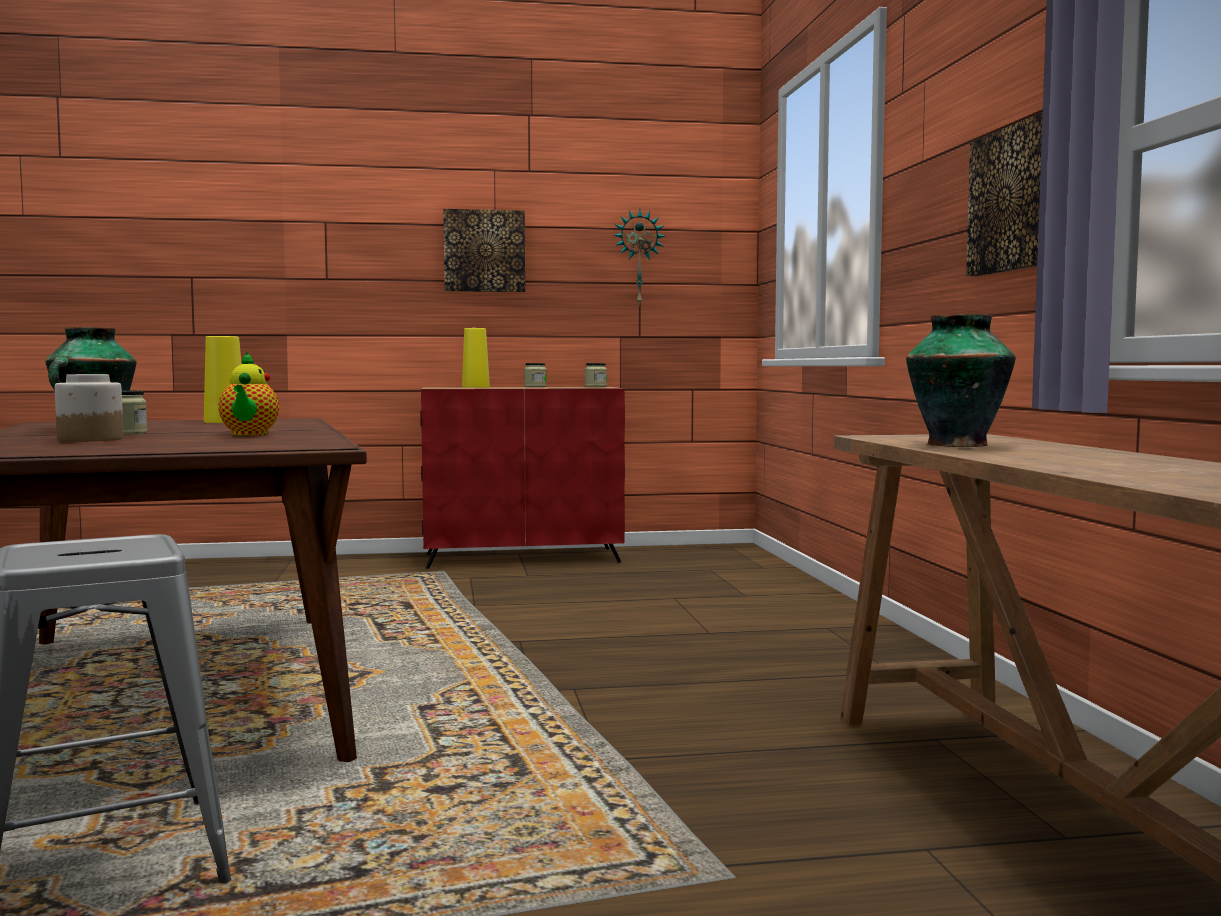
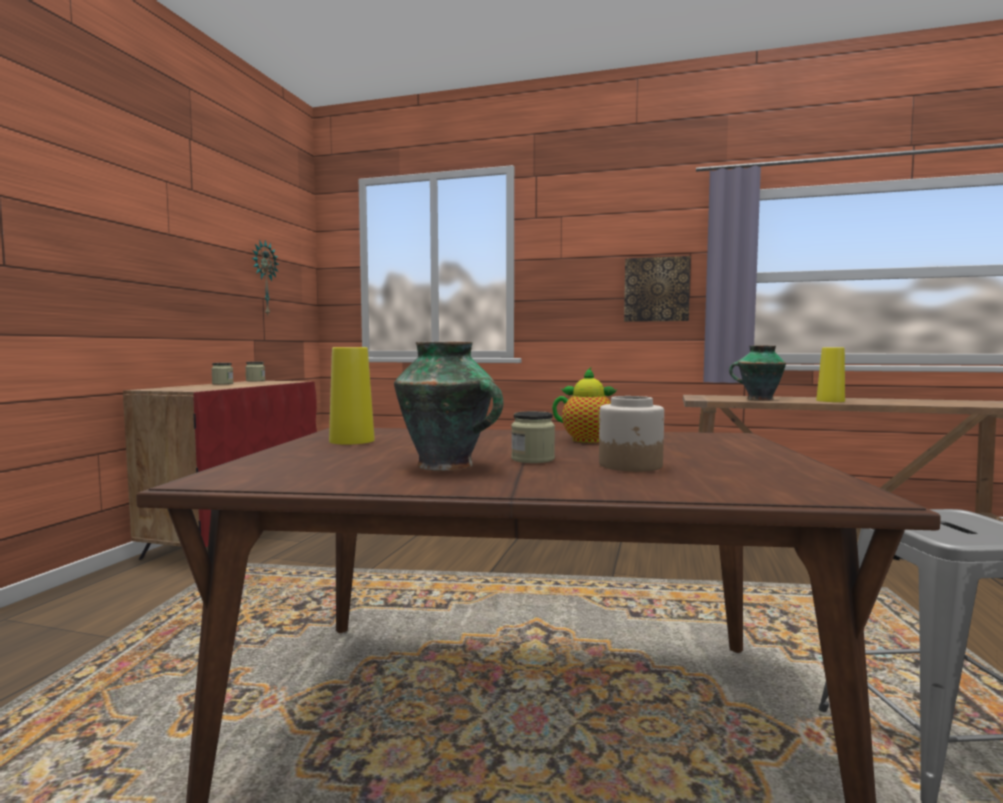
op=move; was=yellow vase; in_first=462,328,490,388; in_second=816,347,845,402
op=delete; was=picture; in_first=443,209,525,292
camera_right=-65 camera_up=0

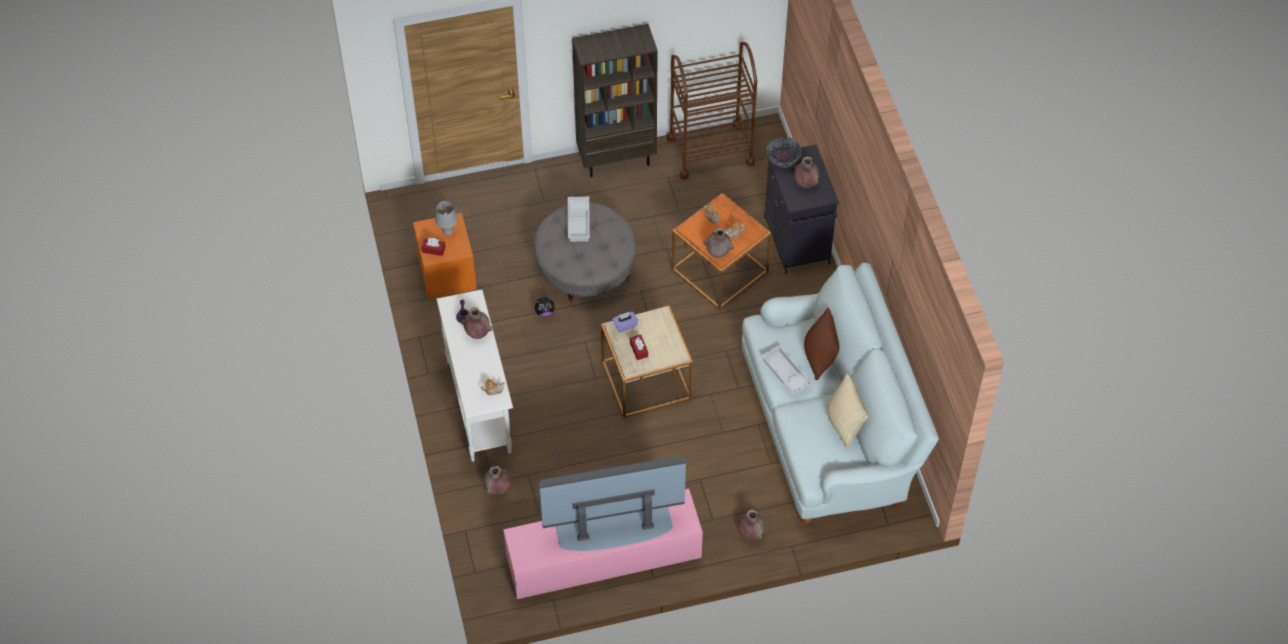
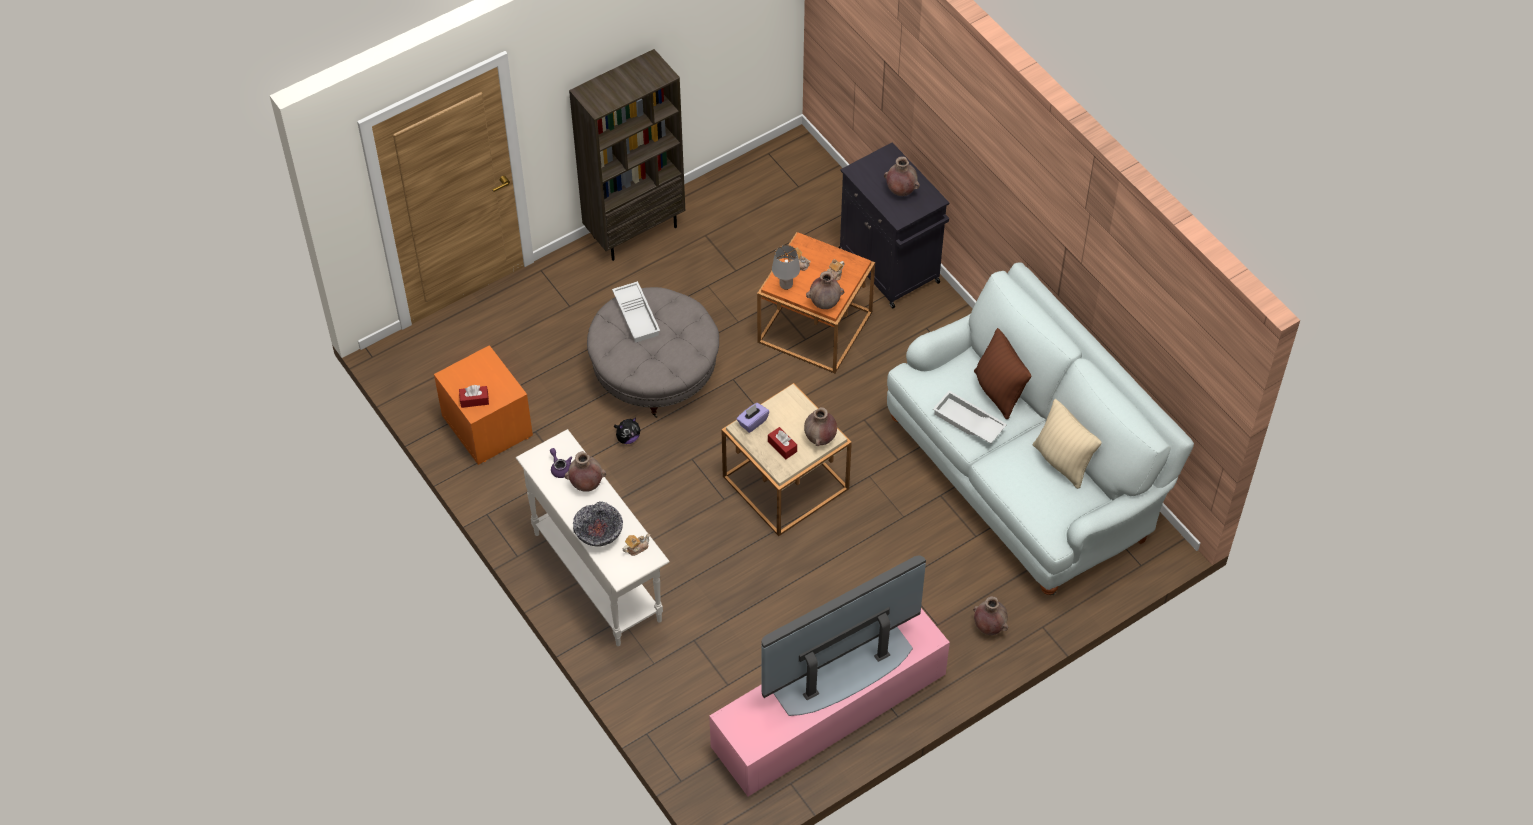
op=move; was=bowl; in_first=766,138,802,168; in_second=573,501,623,546
op=move; was=grey table lamp; in_first=435,201,457,236; in_second=772,245,800,290
op=move; was=brown vase; in_first=484,466,510,495; in_second=804,407,837,446
op=delete; was=brown cart; in_first=667,42,757,180
camera_right=-20 camera_up=0

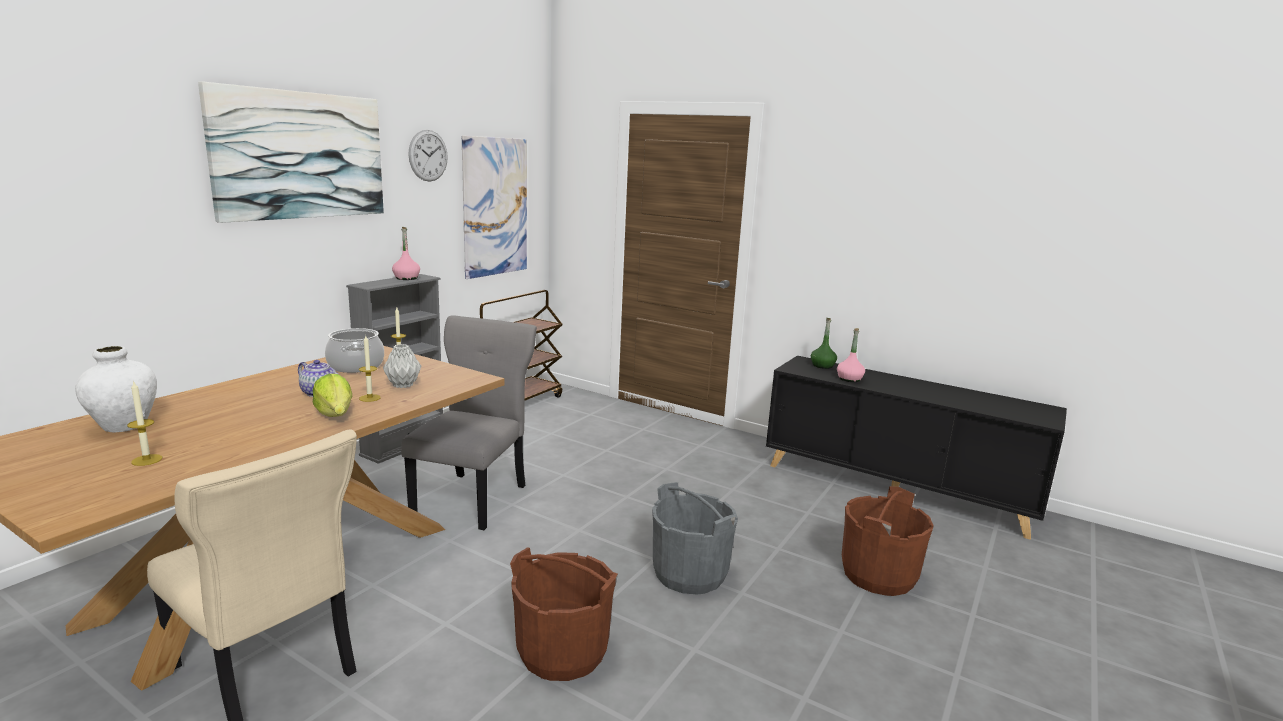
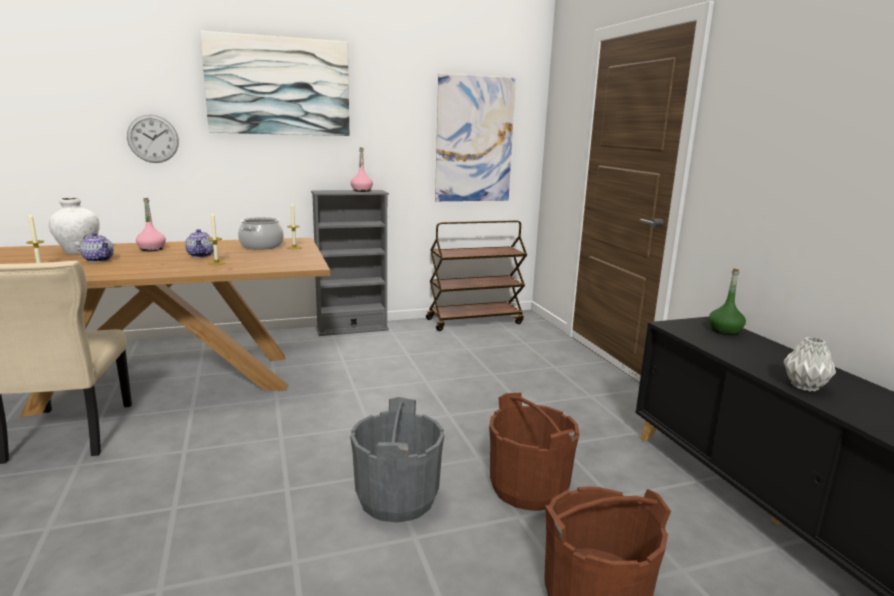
op=insert; now=teapot; in_second=80,232,114,262
op=move; was=wall clock; in_first=408,130,448,182; in_second=127,114,179,163
op=move; was=pink bottle; in_first=837,328,865,382; in_second=136,198,166,251
op=move; was=brown bucket; in_first=510,548,618,681; in_second=489,393,579,511
op=move; was=grey vase; in_first=383,344,421,388; in_second=783,337,836,391
op=delete; was=lettuce; in_first=313,374,352,417
op=delete; was=grey chair; in_first=401,315,537,530
camera_right=40 camera_up=0

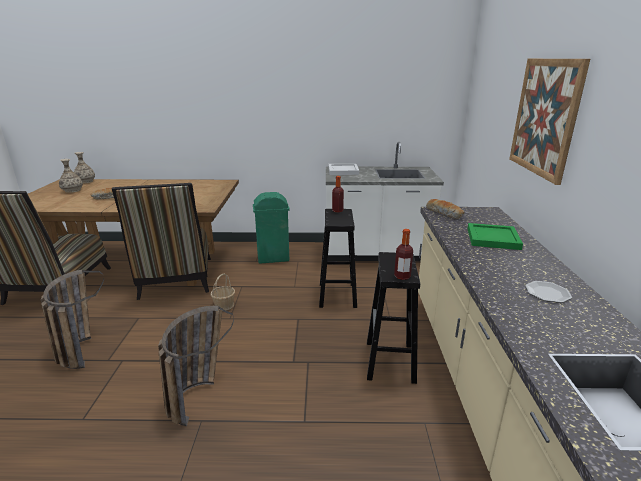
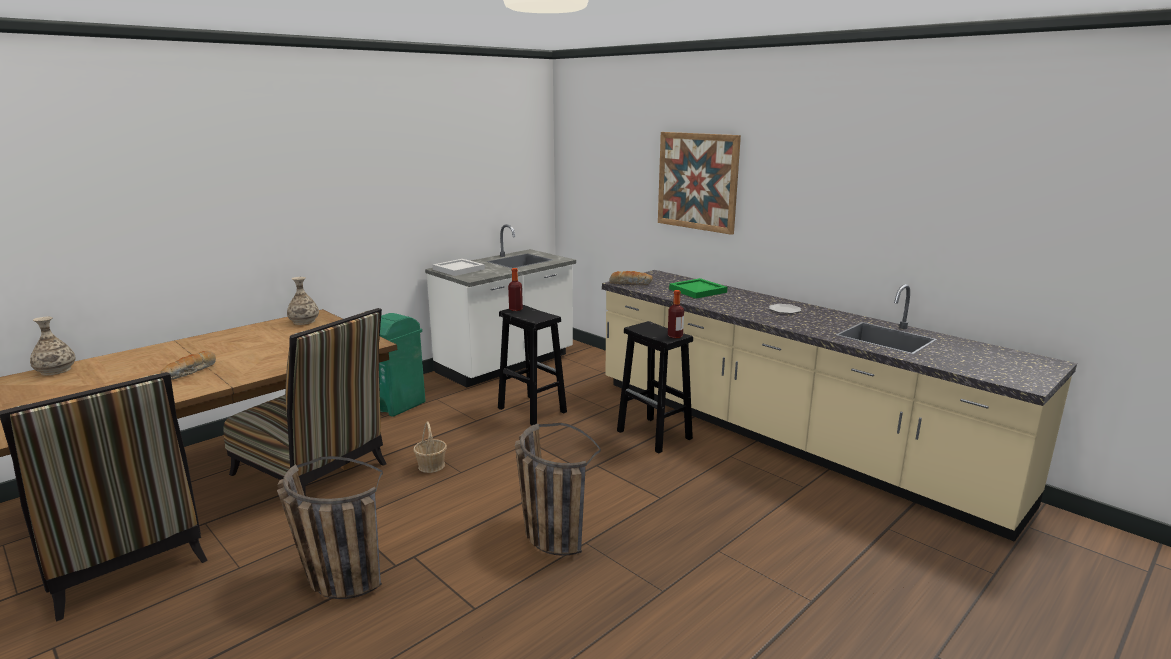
op=move; was=vase; in_first=59,159,83,193; in_second=287,277,319,325
camera_right=-45 camera_up=-5

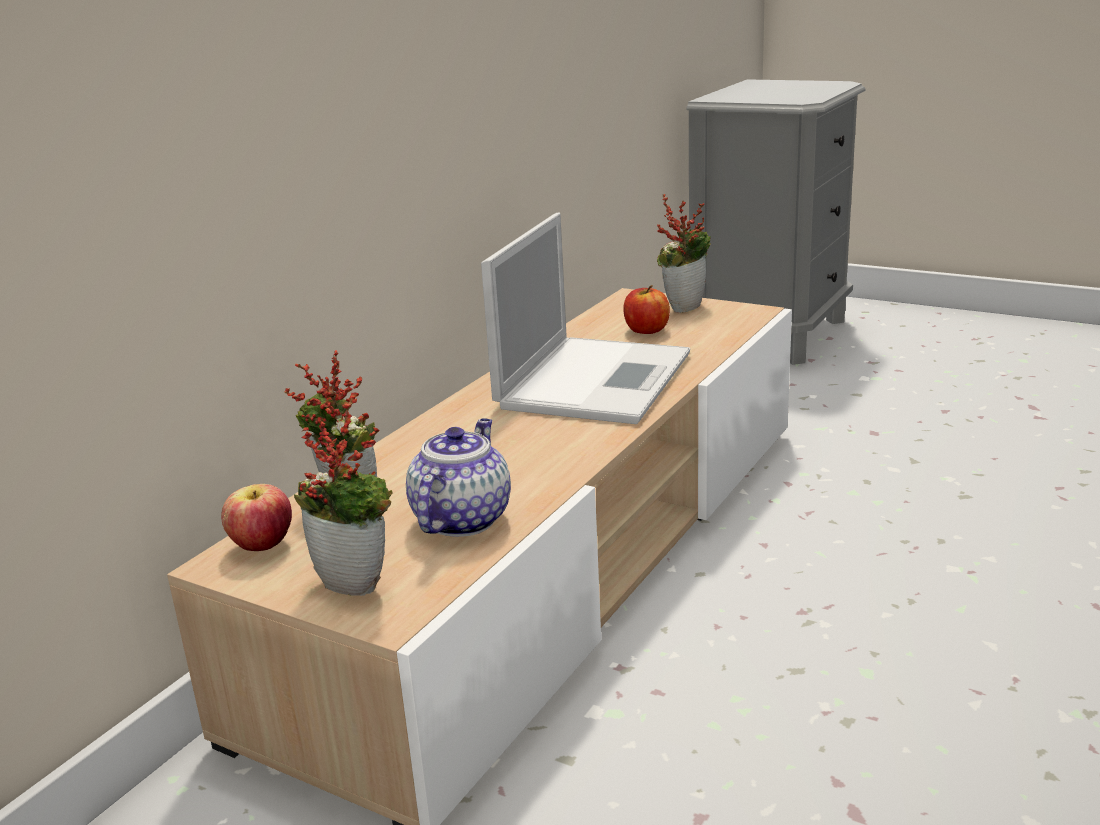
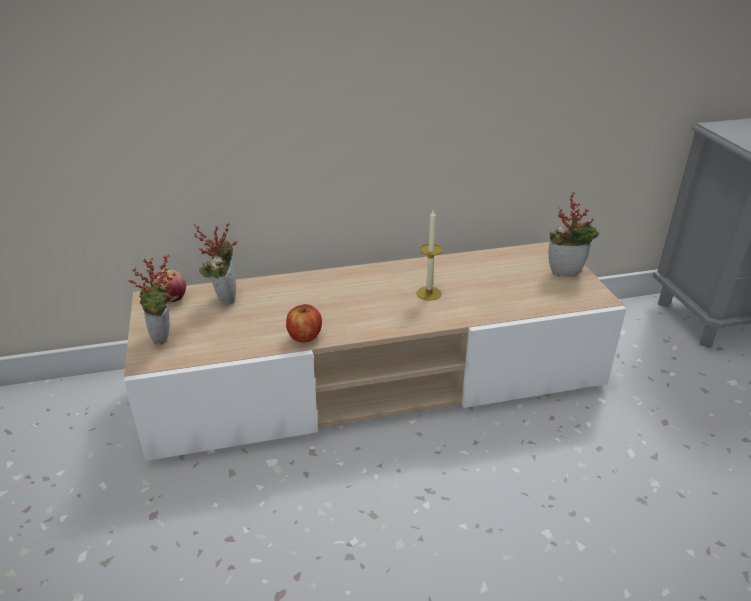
op=move; was=apple; in_first=623,285,670,334; in_second=286,304,322,343
op=replace; was=laptop; now=candle; in_first=481,213,690,424; in_second=416,209,442,301
op=delete; was=teapot; in_first=406,418,511,537
camera_right=45 camera_up=10

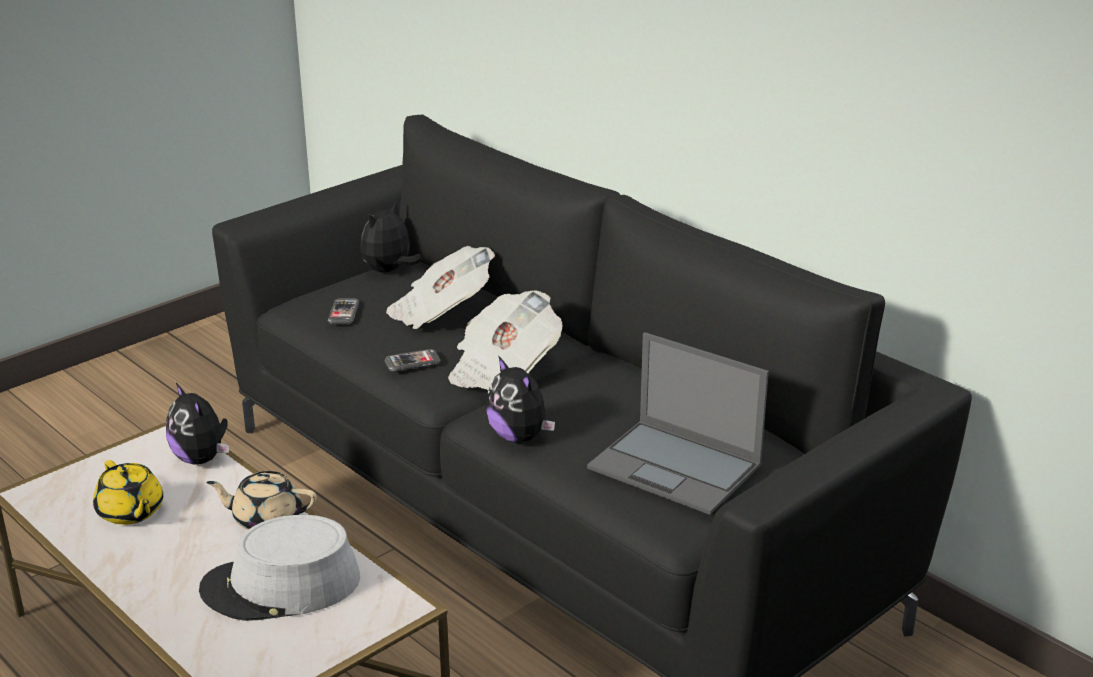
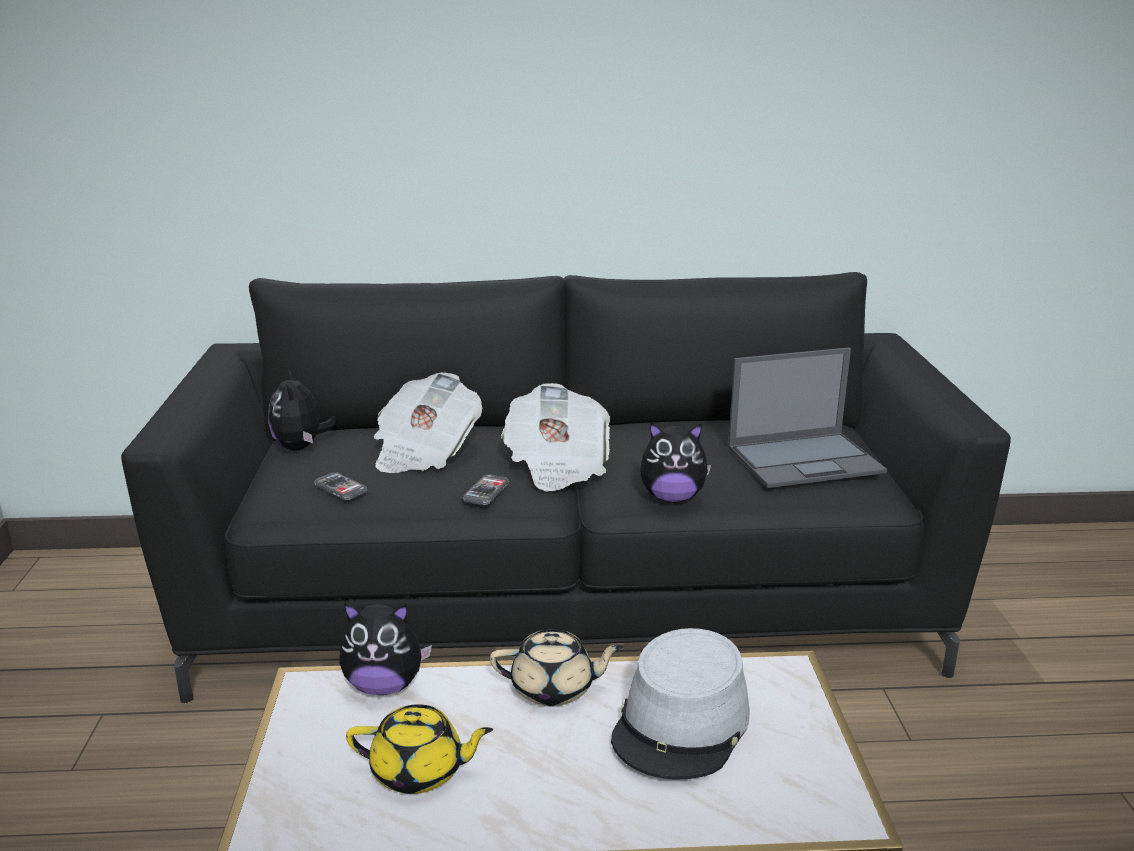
op=rotate; was=beige teapot; in_first=206,471,317,530; in_second=490,629,623,706; clockwise=-135
camera_right=-50 camera_up=-5

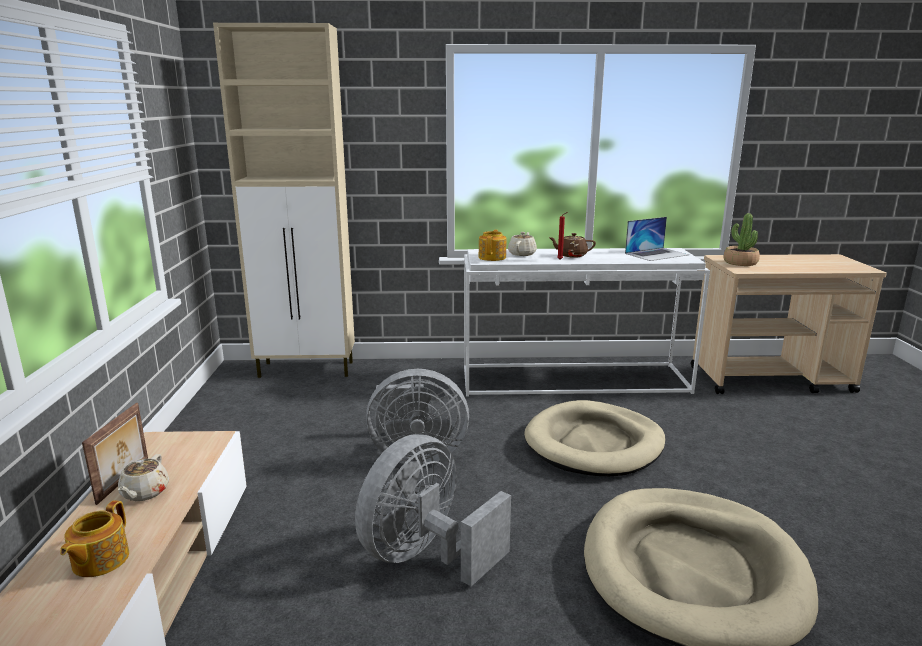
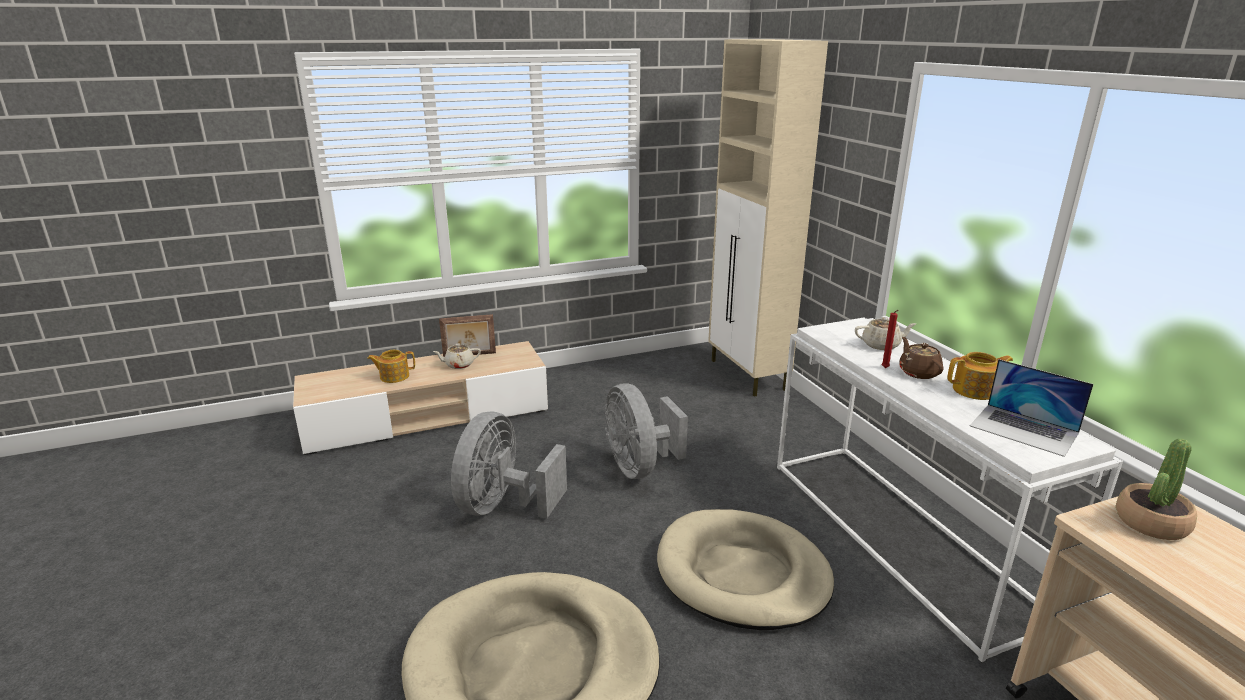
op=rotate; was=grey fan; in_first=355,434,511,586; in_second=451,412,567,518; clockwise=-90
op=move; was=teapot; in_first=478,230,507,261; in_second=948,352,1013,400
camera_right=70 camera_up=5

